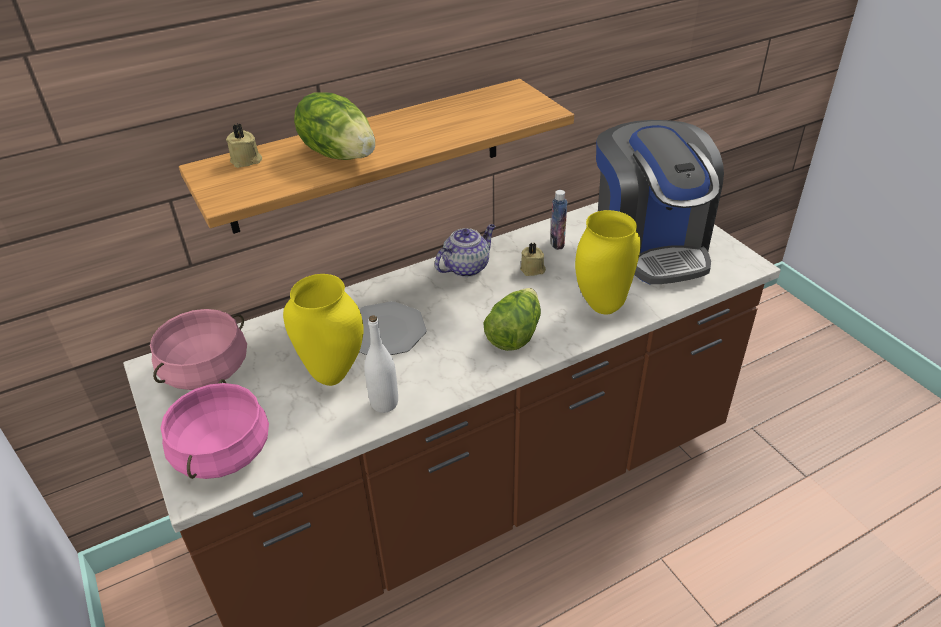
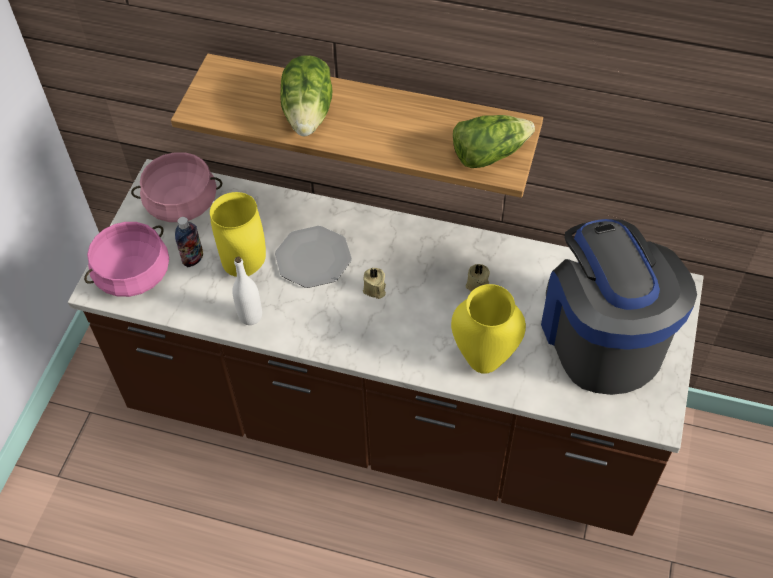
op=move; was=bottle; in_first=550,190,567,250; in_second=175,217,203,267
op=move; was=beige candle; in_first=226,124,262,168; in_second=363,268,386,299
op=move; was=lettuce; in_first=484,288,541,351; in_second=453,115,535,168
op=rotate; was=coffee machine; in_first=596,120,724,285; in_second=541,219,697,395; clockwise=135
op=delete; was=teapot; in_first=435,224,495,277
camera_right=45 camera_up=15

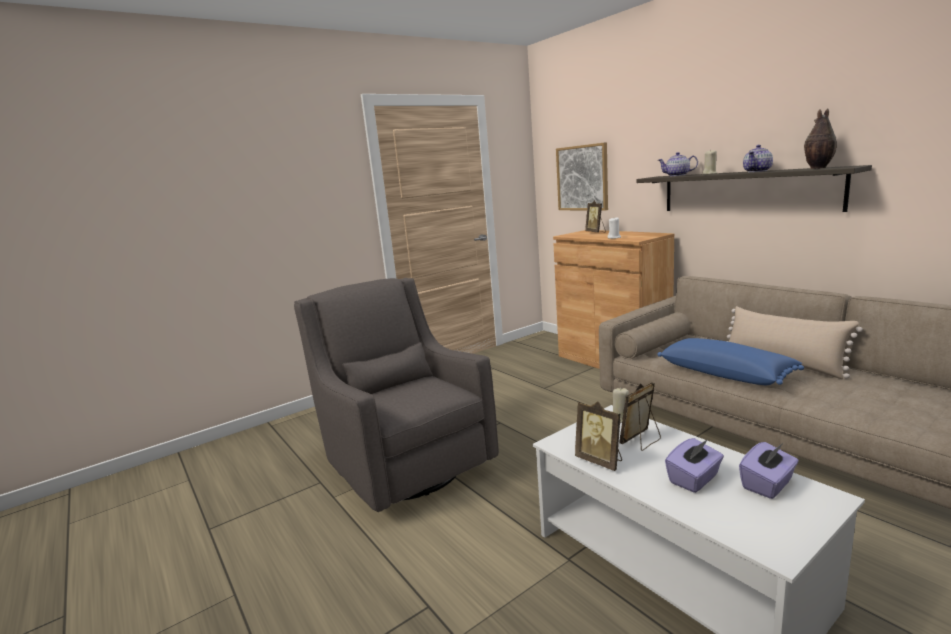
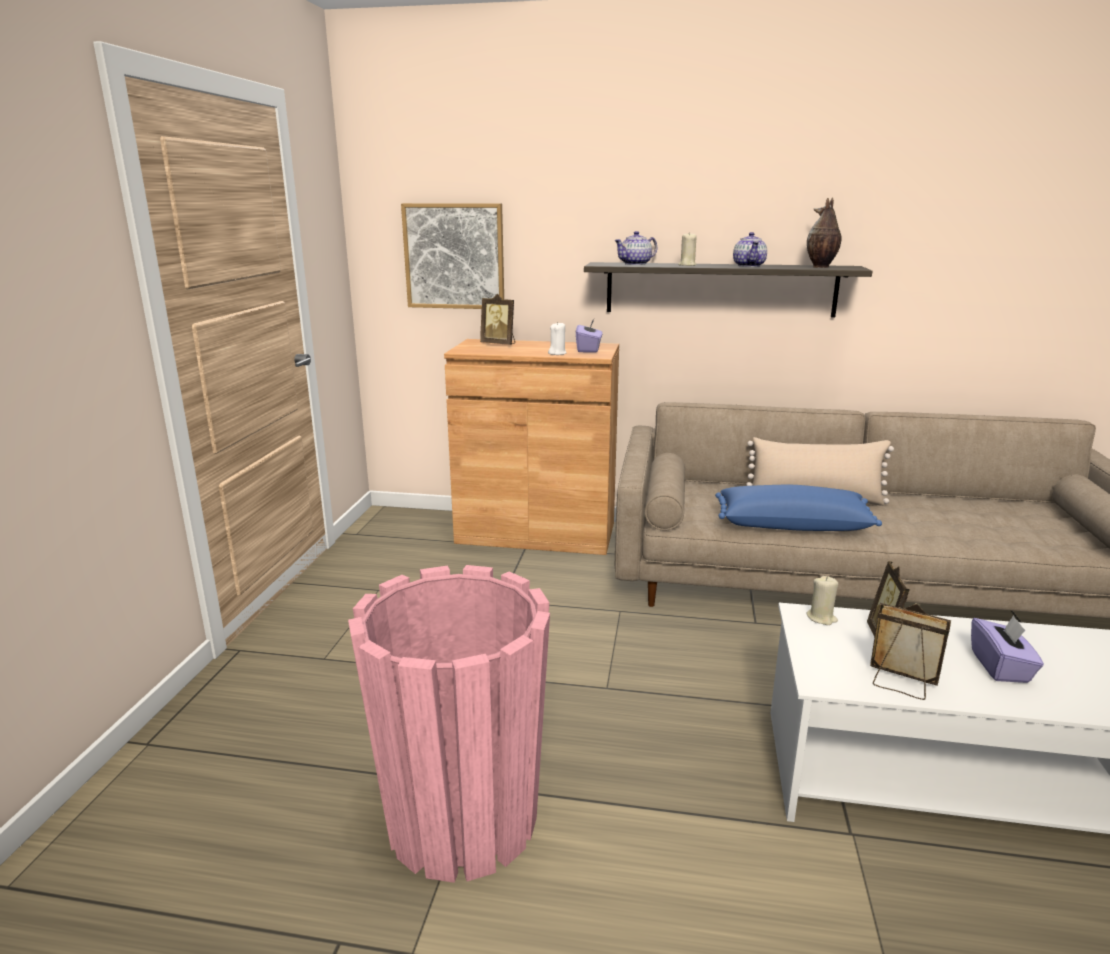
op=replace; was=grey armchair; now=pink planter; in_first=294,278,499,512; in_second=348,565,550,883
op=move; was=purple tissue box; in_first=739,442,799,499; in_second=576,318,603,353
op=rotate; was=picture frame; in_first=575,401,622,471; in_second=870,603,951,700; clockwise=-150
camera_right=-45 camera_up=5

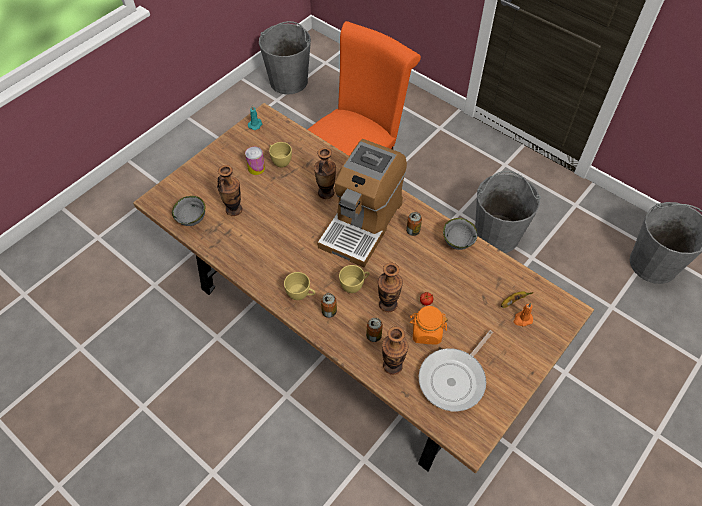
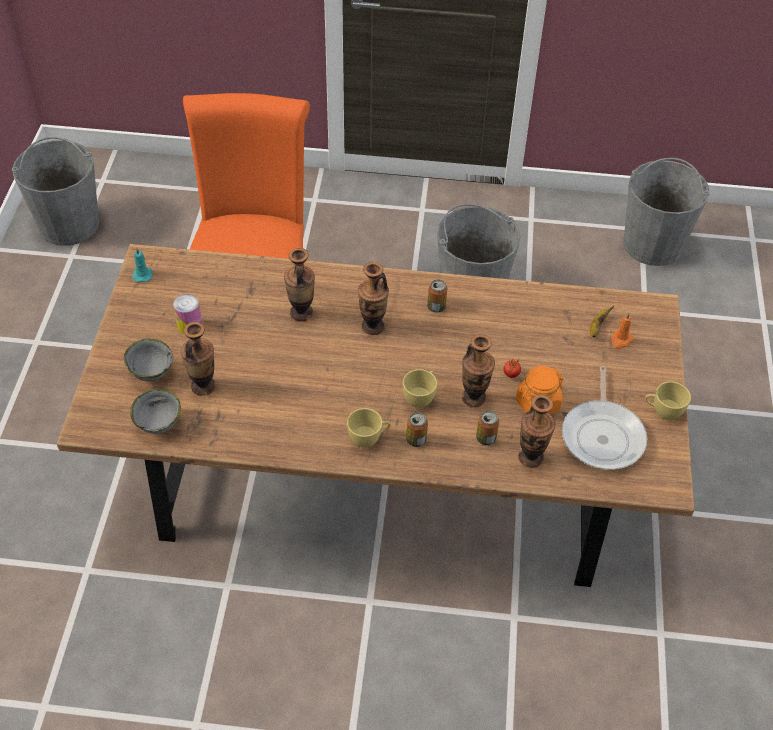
op=move; was=grey bowl; in_first=443,218,477,250; in_second=124,339,173,381
op=replace; was=coffee machine; now=vase; in_first=317,139,407,267; in_second=358,262,389,335
op=move; was=yellow cup; in_first=269,142,292,167; in_second=645,382,691,420
camera_right=-35 camera_up=-5

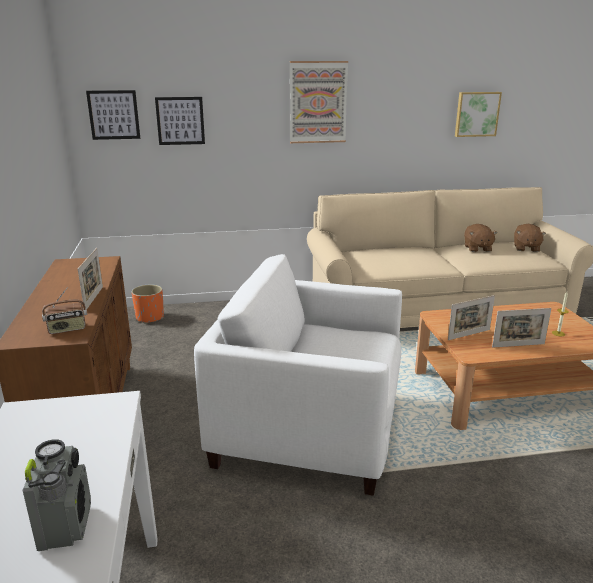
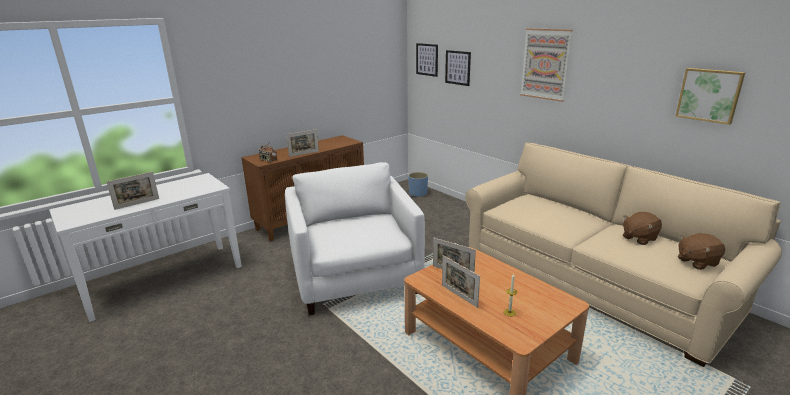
op=replace; was=radio; now=picture frame; in_first=23,439,91,551; in_second=106,172,159,210
op=recolor; was=orange planter; now=blue planter; in_first=132,285,164,324; in_second=408,172,428,197
camera_right=60 camera_up=0

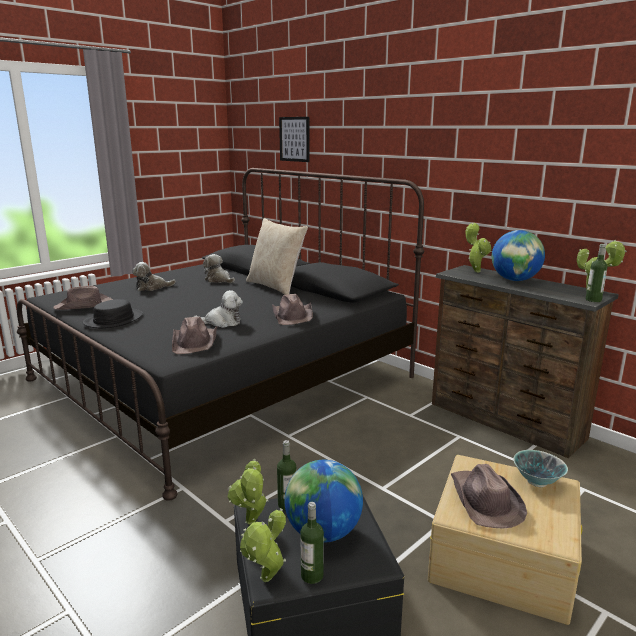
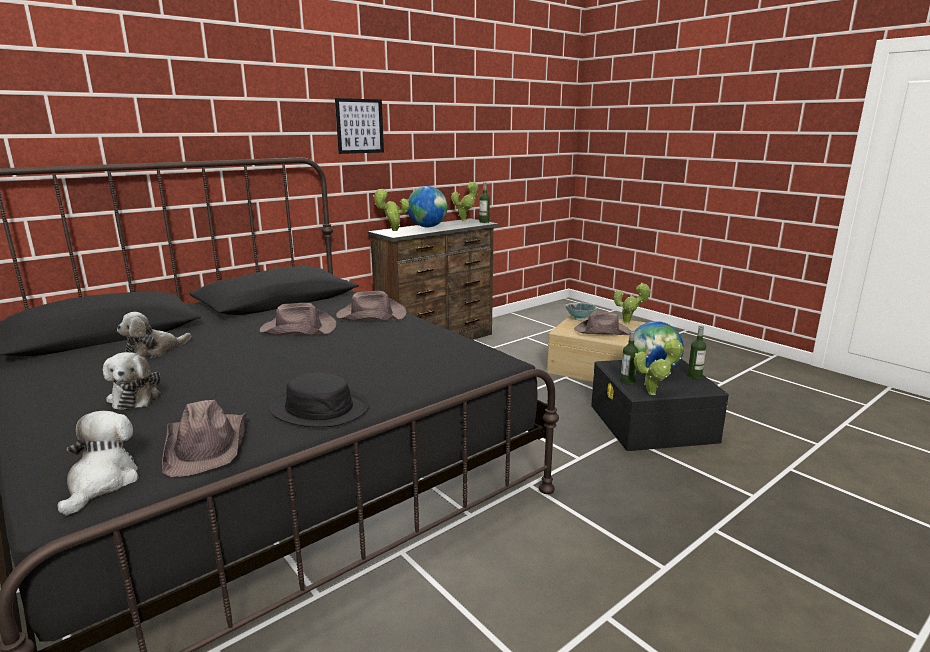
op=move; was=plush toy; in_first=194,290,243,328; in_second=57,411,139,516
op=move; was=brown hat; in_first=172,317,218,354; in_second=259,303,336,335
op=move; was=picture; in_first=279,117,310,162; in_second=335,98,384,154
op=move; was=potted plant; in_first=240,508,286,582; in_second=614,283,651,324
op=delete; was=beige pillow; in_first=246,218,308,295
camera_right=-85 camera_up=0

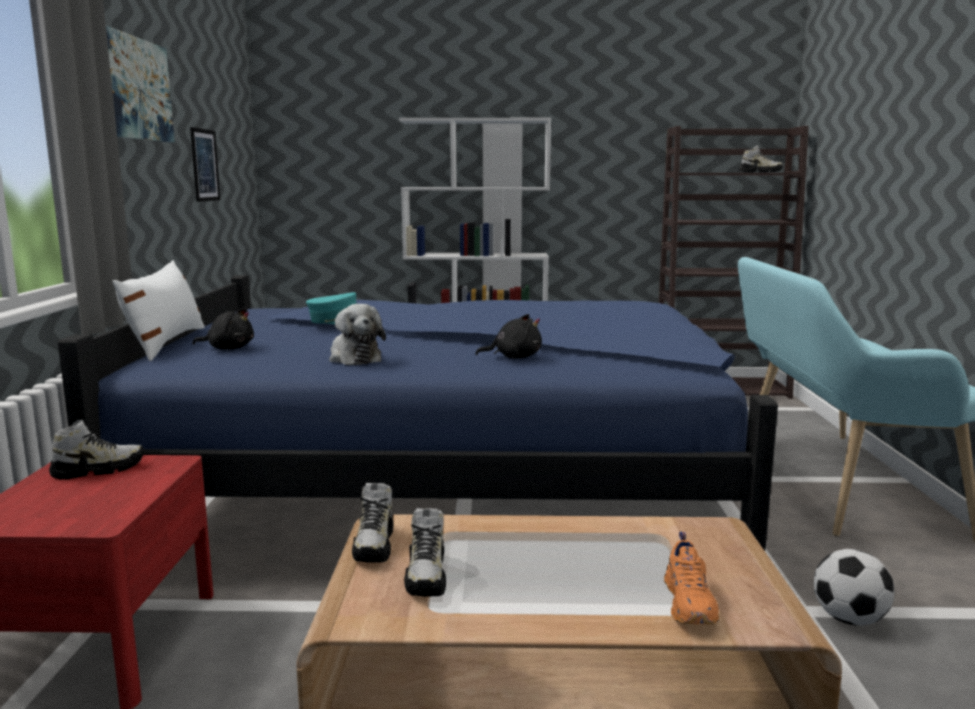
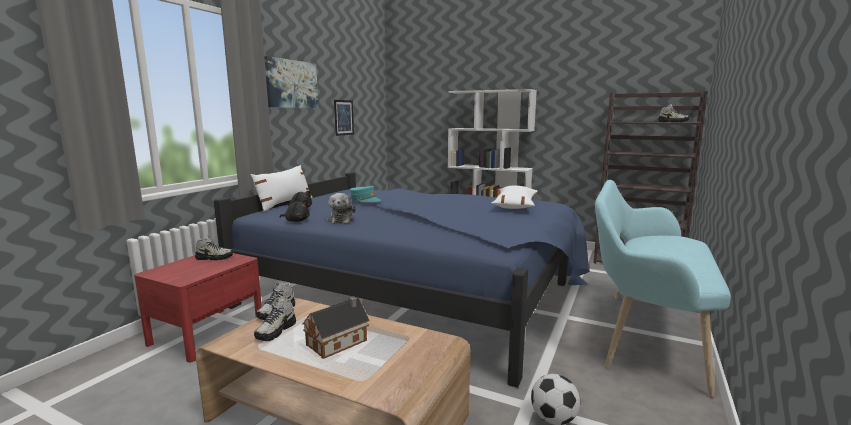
op=move; was=black plush toy; in_first=475,314,542,359; in_second=280,200,310,222
op=insert; now=toy house; in_second=302,296,370,359
op=insert; now=white pillow; in_second=492,185,538,209
op=delete; was=orange shoe; in_first=664,532,719,625
camera_right=25 camera_up=0

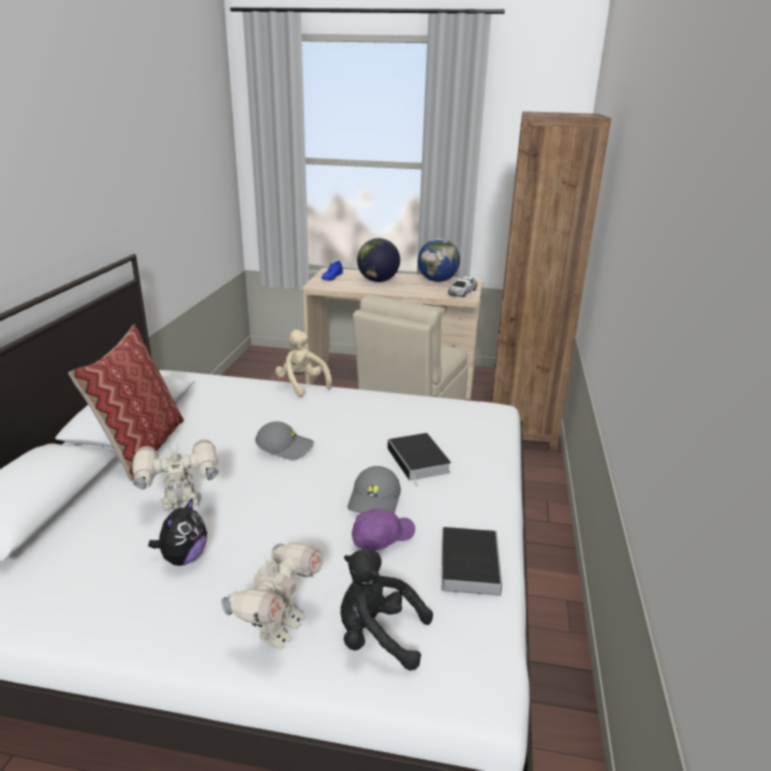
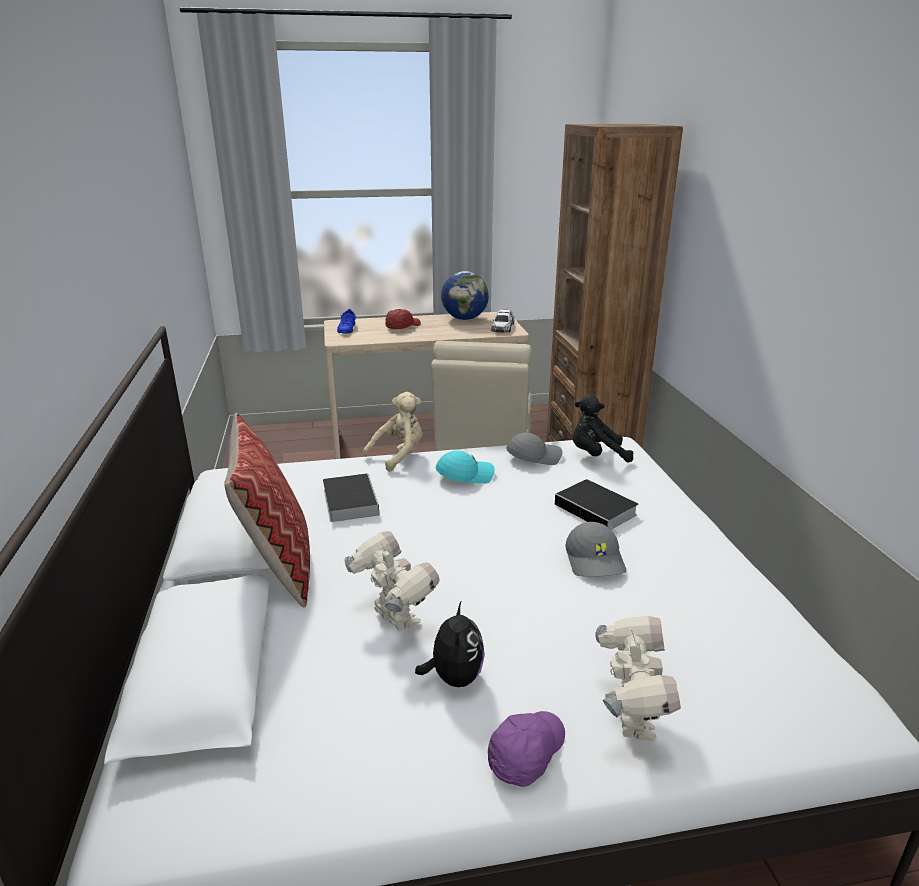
op=move; was=book; in_first=441,527,502,596; in_second=323,473,379,522
op=rotate; was=toy robot; in_first=132,439,219,511; in_second=344,531,440,631; clockwise=90
op=rotate; was=beige plush toy; in_first=275,330,332,396; in_second=363,392,422,472; clockwise=105
op=replace; was=globe; now=red cap; in_first=357,238,400,282; in_second=385,309,421,329
op=insert; now=turquoise cap; in_second=436,451,495,484
op=move; was=purple cap; in_first=352,509,415,551; in_second=488,711,565,787
op=move; was=grey cap; in_first=255,421,314,461; in_second=506,433,563,465
op=move; was=black plush toy; in_first=340,549,433,671; in_second=572,395,633,462
camera_right=-20 camera_up=0

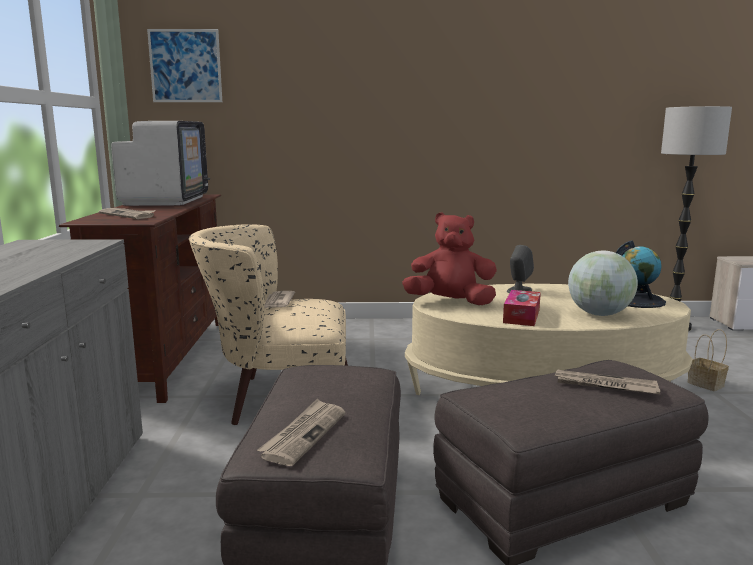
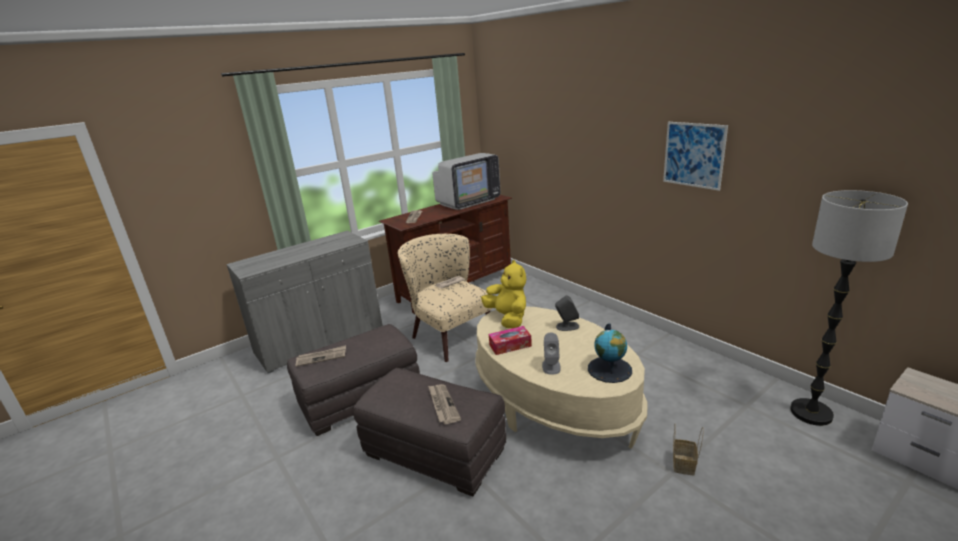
op=recolor; was=red plush toy; now=yellow plush toy; in_first=402,212,497,305; in_second=481,260,526,329
op=replace; was=globe; now=grey speaker; in_first=568,250,638,316; in_second=542,333,561,375
op=move; was=picture; in_first=147,29,222,102; in_second=663,122,728,191
camera_right=55 camera_up=10

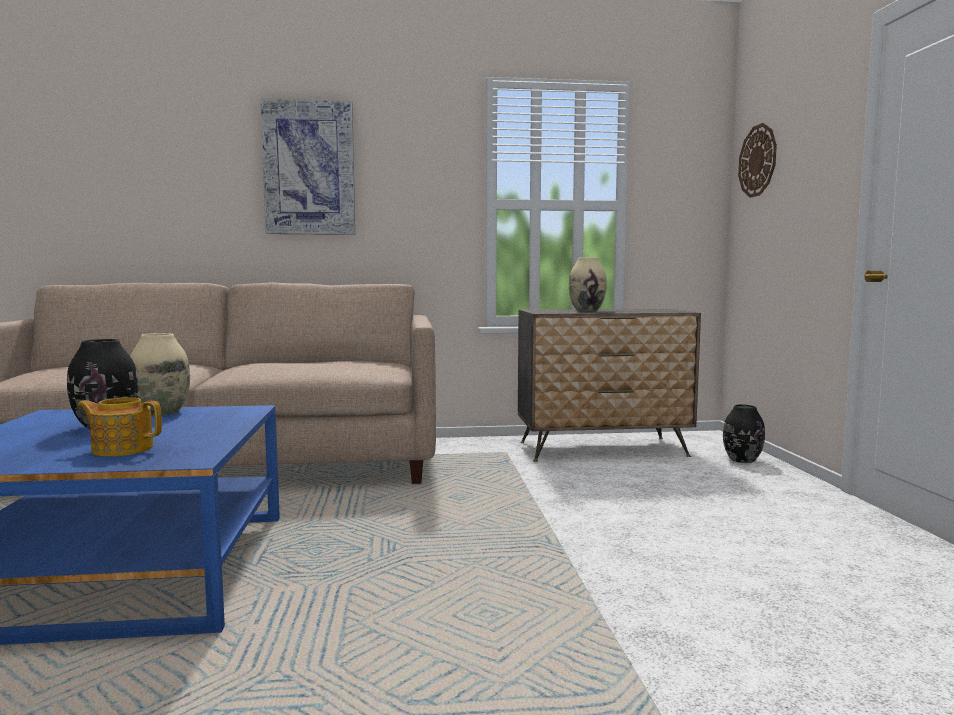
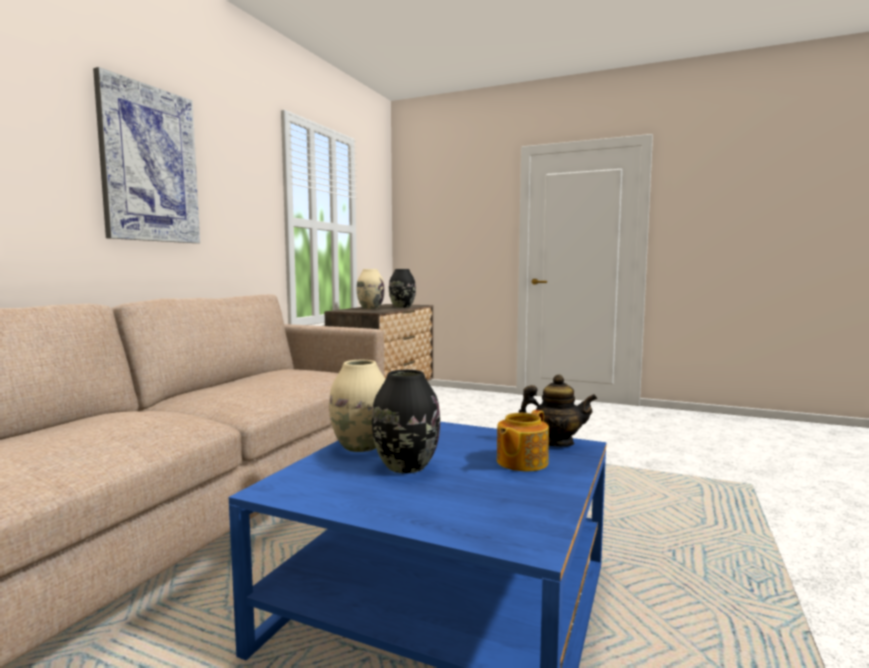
op=move; was=black vase; in_first=723,404,765,463; in_second=389,269,416,308
op=insert; now=teapot; in_second=518,374,597,447
op=delete; was=wall clock; in_first=738,123,777,198
camera_right=-60 camera_up=0

